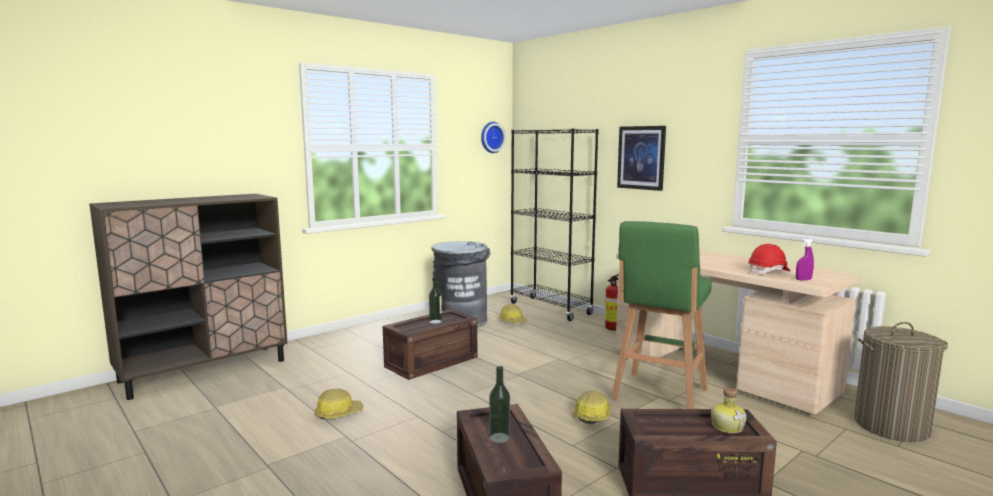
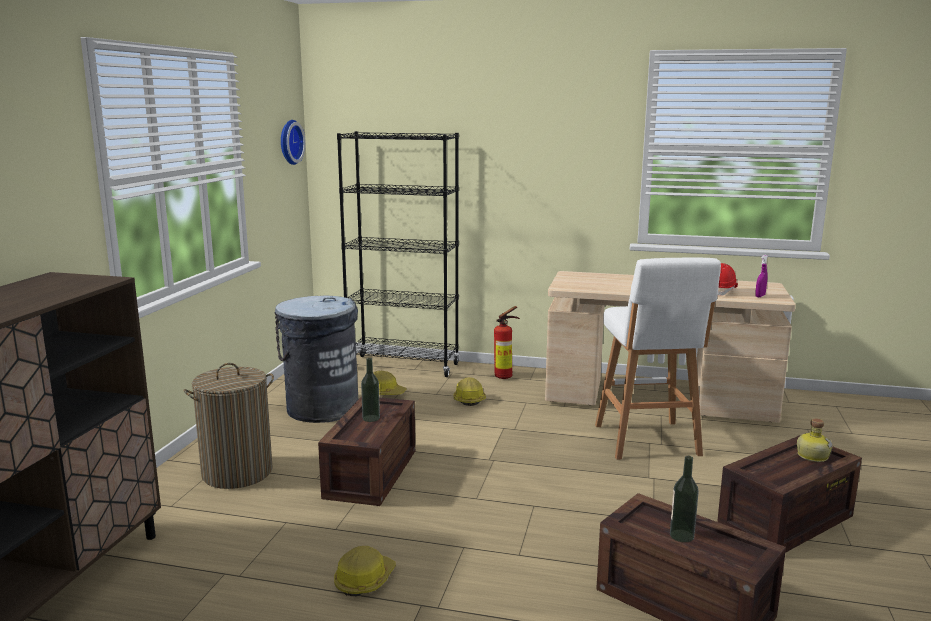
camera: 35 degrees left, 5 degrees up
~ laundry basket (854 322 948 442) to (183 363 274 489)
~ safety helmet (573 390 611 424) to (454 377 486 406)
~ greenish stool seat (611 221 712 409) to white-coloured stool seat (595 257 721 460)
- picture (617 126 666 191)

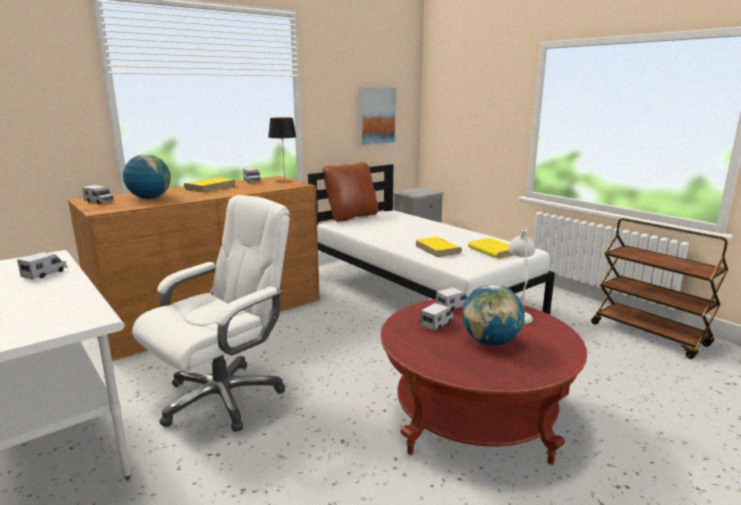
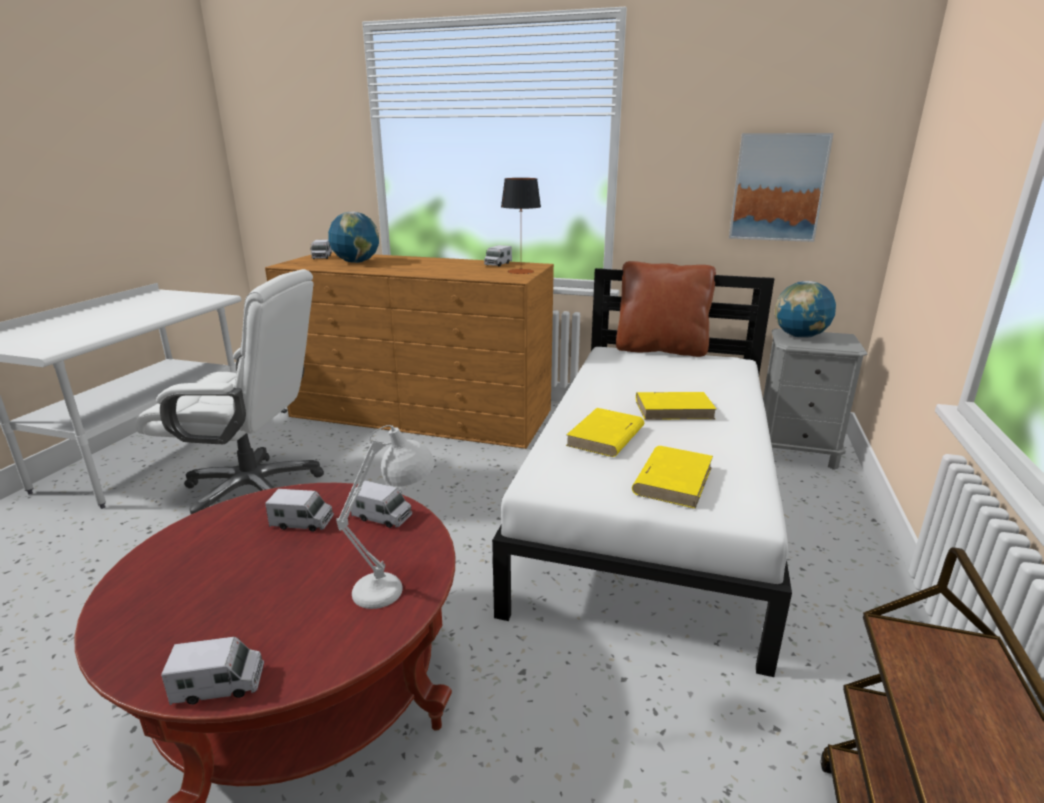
camera: 55 degrees right, 5 degrees up
~ toy lorry (17 252 68 280) to (161 637 264 705)
~ yellowish bound book (184 177 235 193) to (636 392 716 420)
~ desk globe (463 284 525 345) to (775 281 836 338)

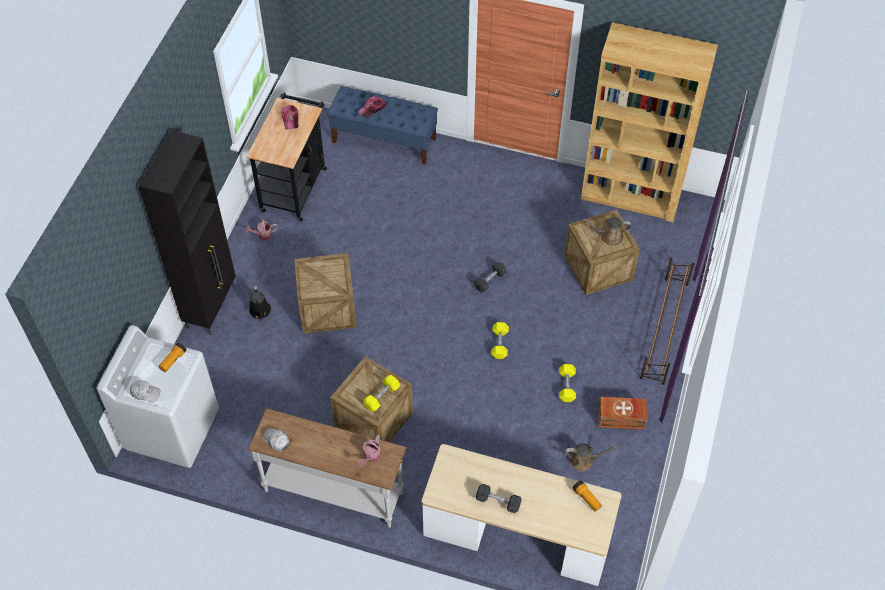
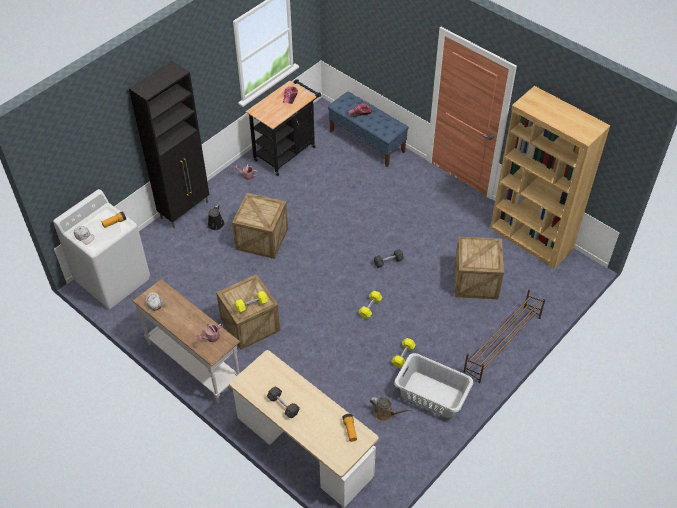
camera: 25 degrees right, 5 degrees down
~ brown storage box (598 397 647 430) to gray laundry basket (394 353 474 418)
- brown watering pot (583 217 631 246)

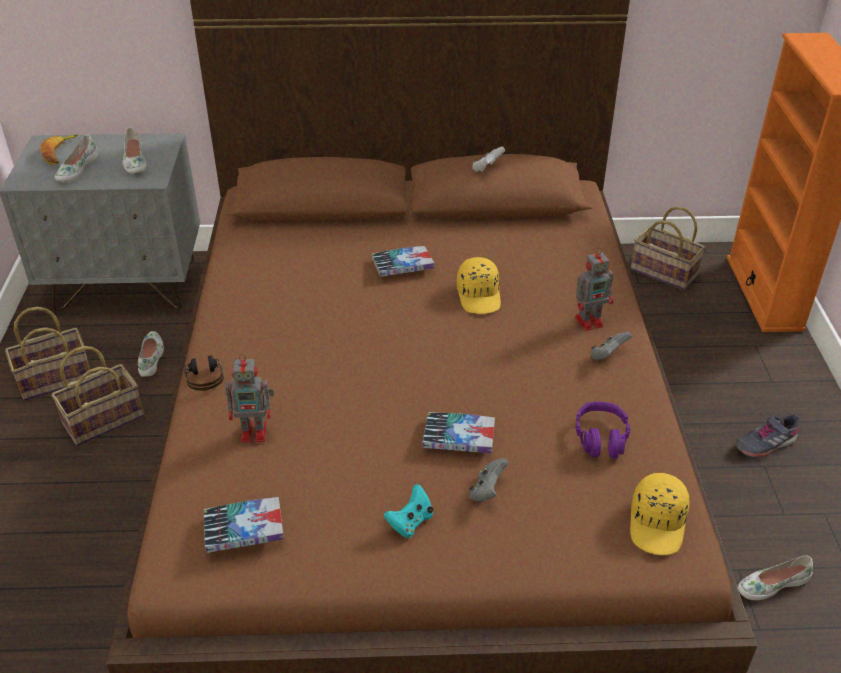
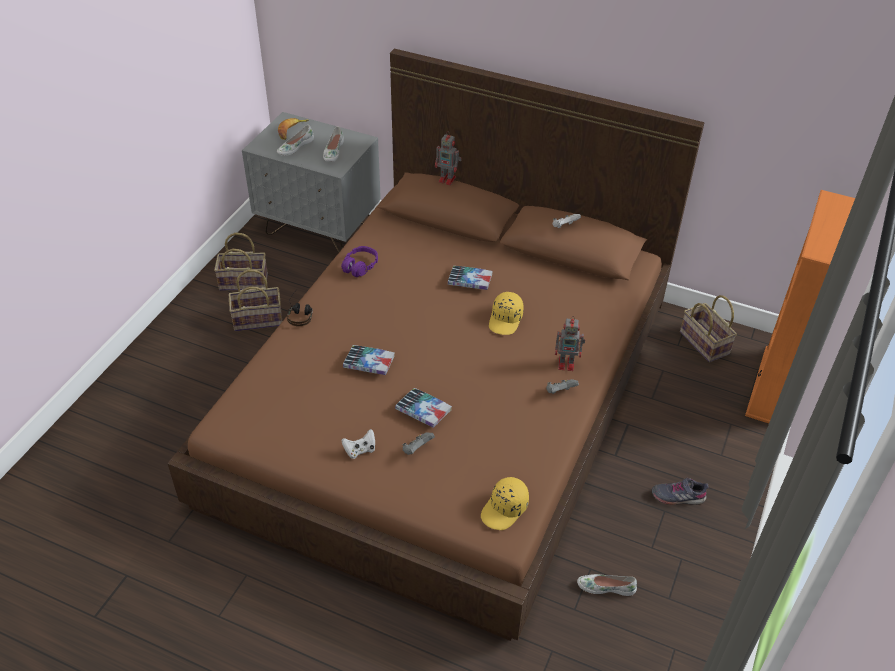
camera: 25 degrees right, 5 degrees up
~ purplish pair of headphones (575 402 630 458) to (341 246 378 277)
~ blue-green game controller (384 484 433 538) to white-coloured game controller (341 429 375 459)
~ bound book (204 497 284 553) to (343 345 395 375)
~ model robot (225 354 274 443) to (435 131 461 185)
- white-coloured low shoe (138 331 164 377)

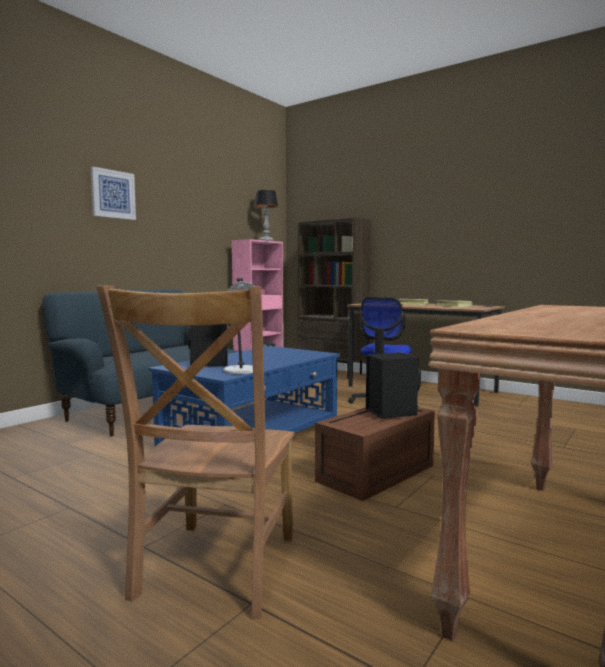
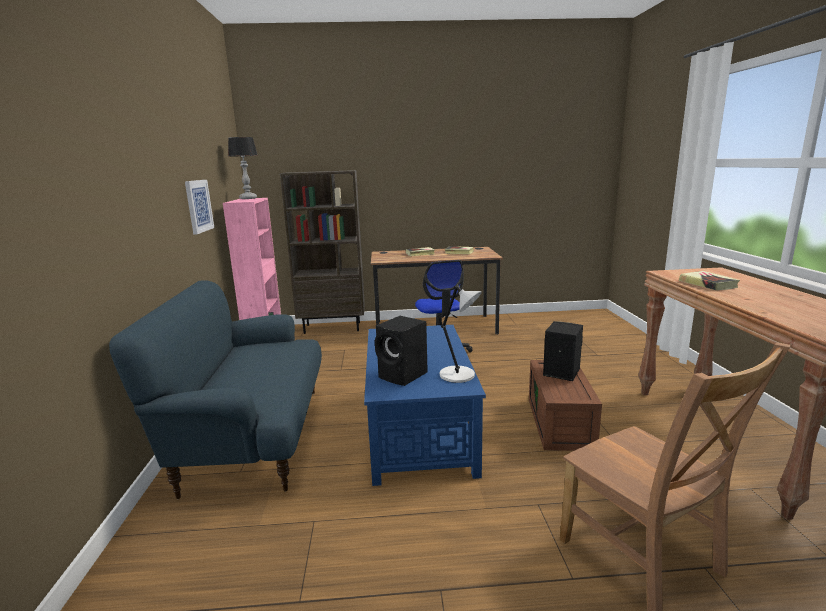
camera: 40 degrees left, 10 degrees up
~ picture (90 166 136 220) to (185 180 214 235)
+ bound book (679 271 740 290)

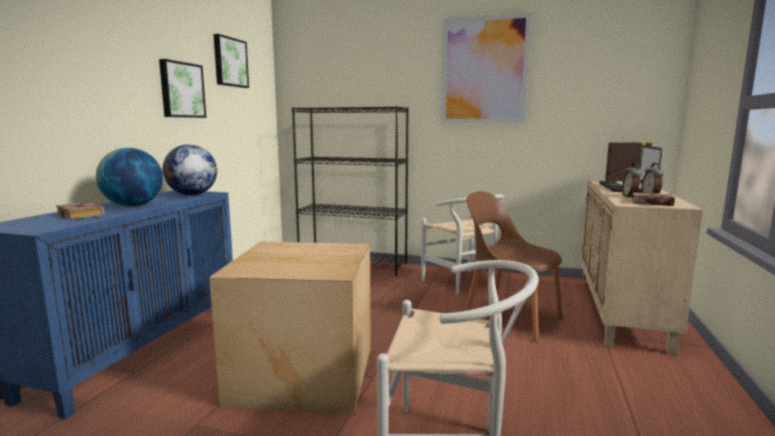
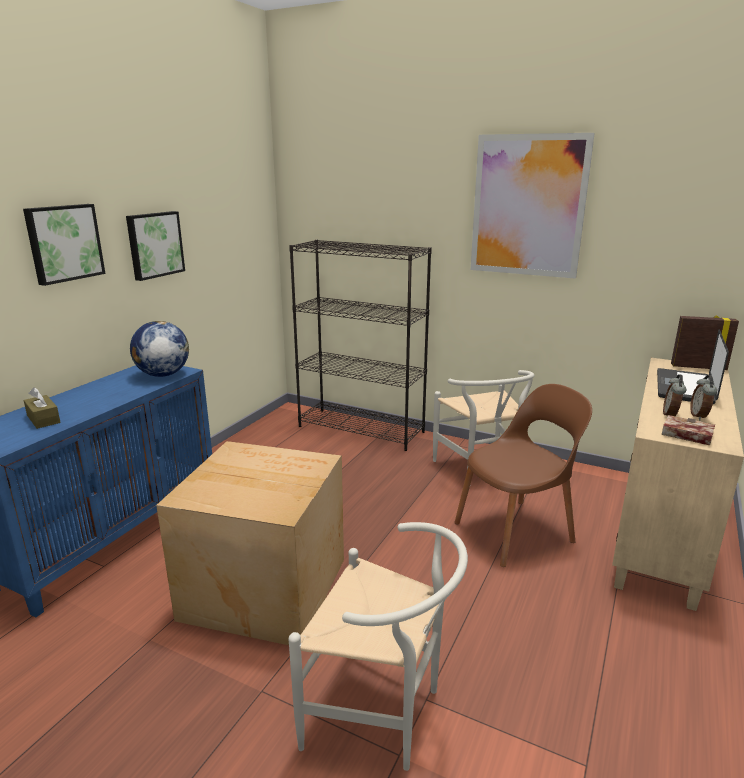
camera: 10 degrees right, 10 degrees up
~ picture (214 34 249 88) to (23 204 105 286)
~ bound book (56 202 104 220) to brown tissue holder (24 387 60 429)
~ brown chair (465 191 563 342) = (454 384 592 567) 105 degrees clockwise
- desk globe (96 148 163 207)

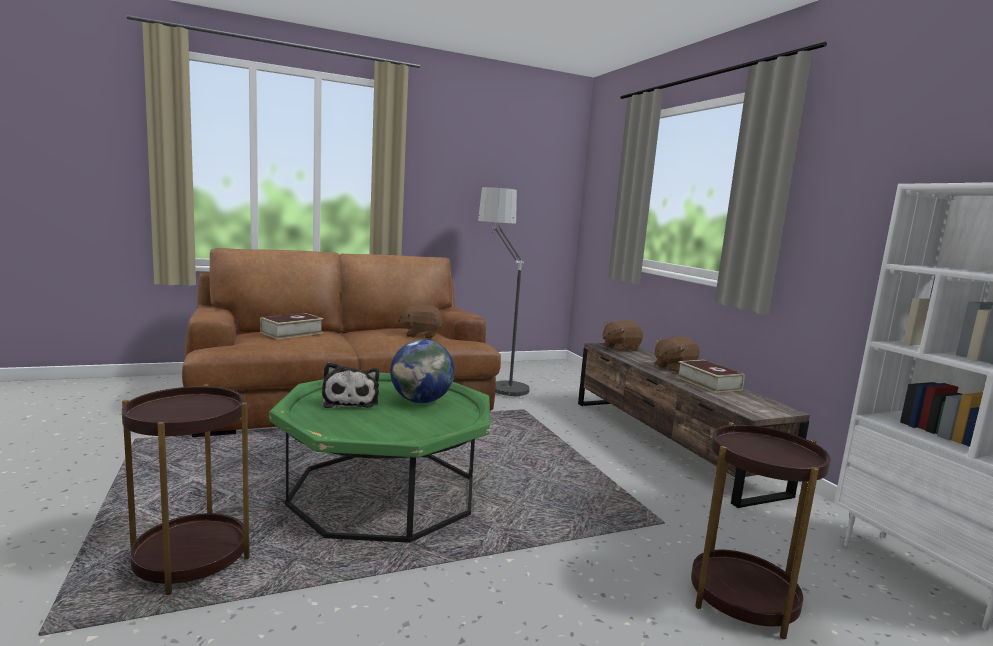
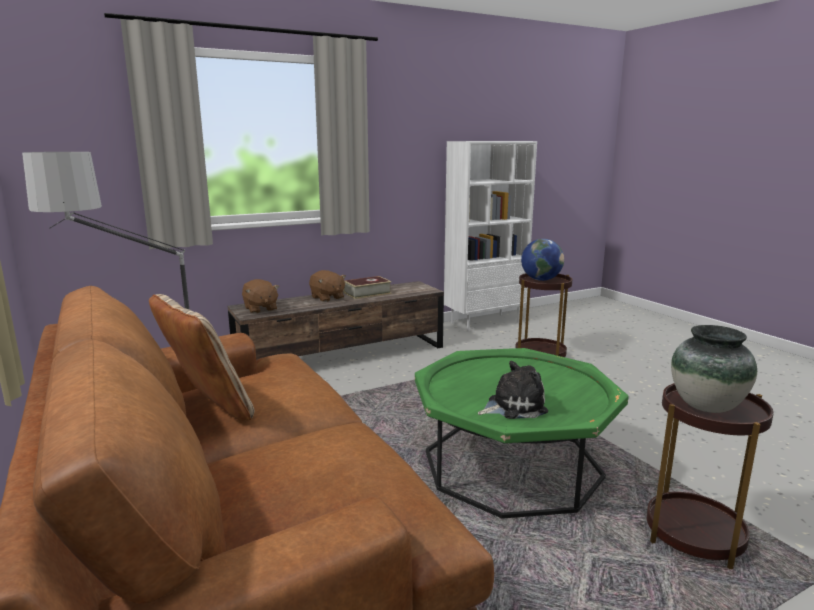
camera: 95 degrees left, 5 degrees up
+ beige throw pillow (149 294 254 421)
~ desk globe (390 339 455 403) to (521 239 564 281)
+ flower vase (671 325 757 413)
- bound book (260 313 323 339)
- brown plush toy (398 305 444 339)

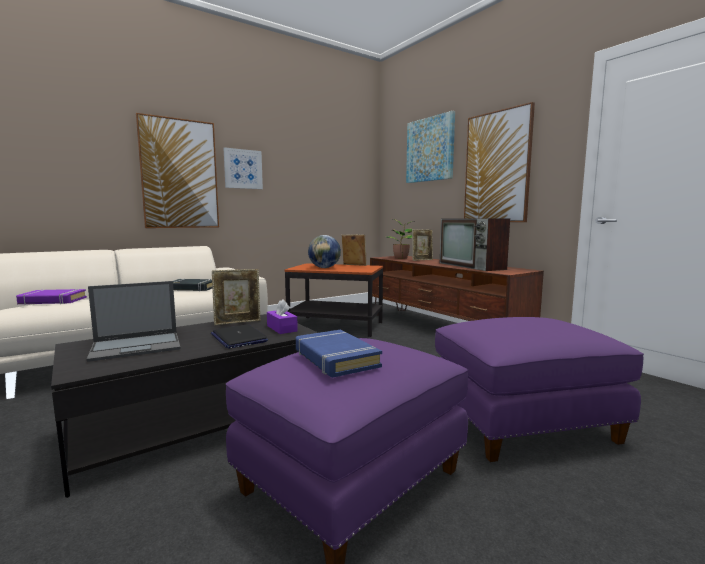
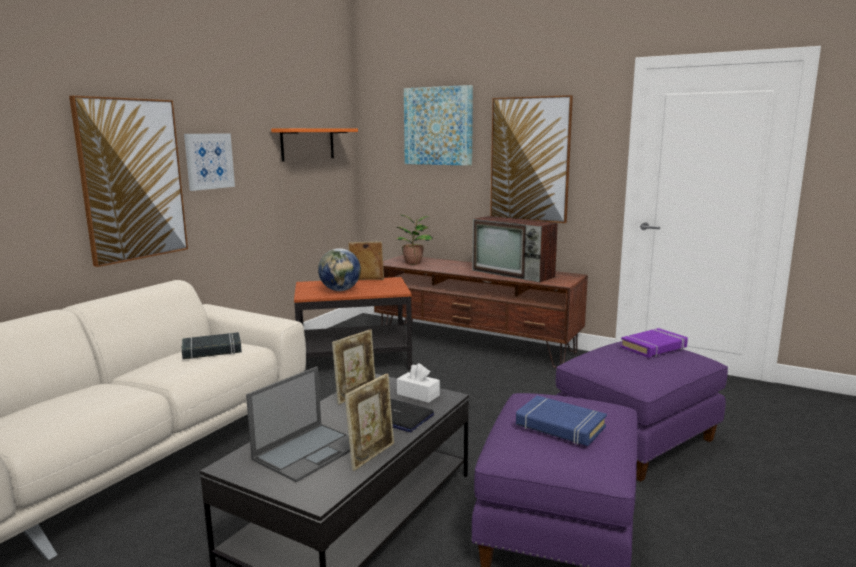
camera: 25 degrees left, 5 degrees up
+ orange bracket shelf (271 128 358 162)
~ picture frame (412 229 433 261) to (345 373 394 471)
~ purplish tissue holder (267 299 298 334) to white-coloured tissue holder (397 363 440 403)
~ purplish bound book (16 289 87 305) to (621 328 688 358)

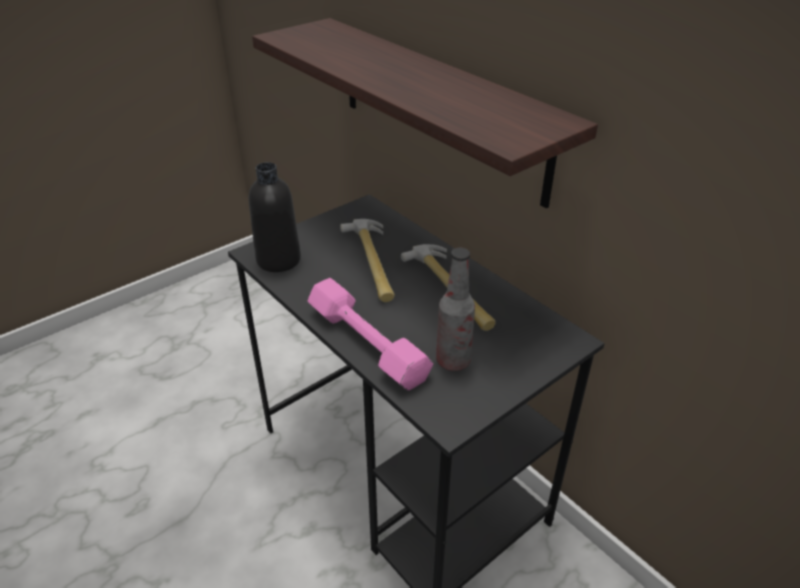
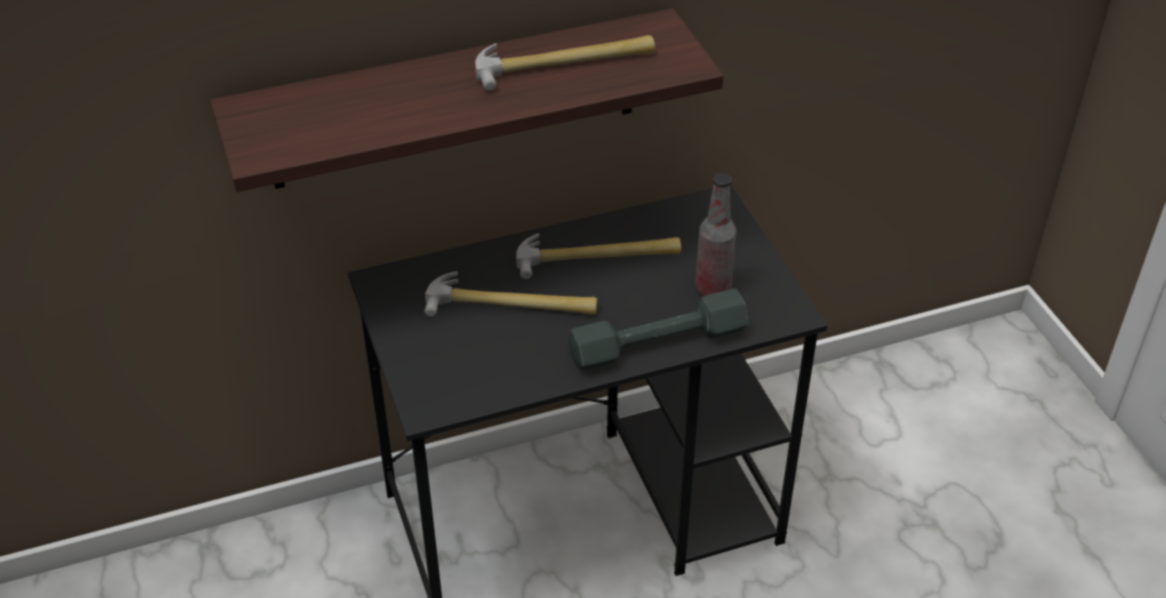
camera: 70 degrees left, 5 degrees up
+ hammer (475 35 655 90)
~ pink-coloured hand weight (308 278 433 391) to gray hand weight (568 288 749 370)
- black bottle (249 162 301 272)

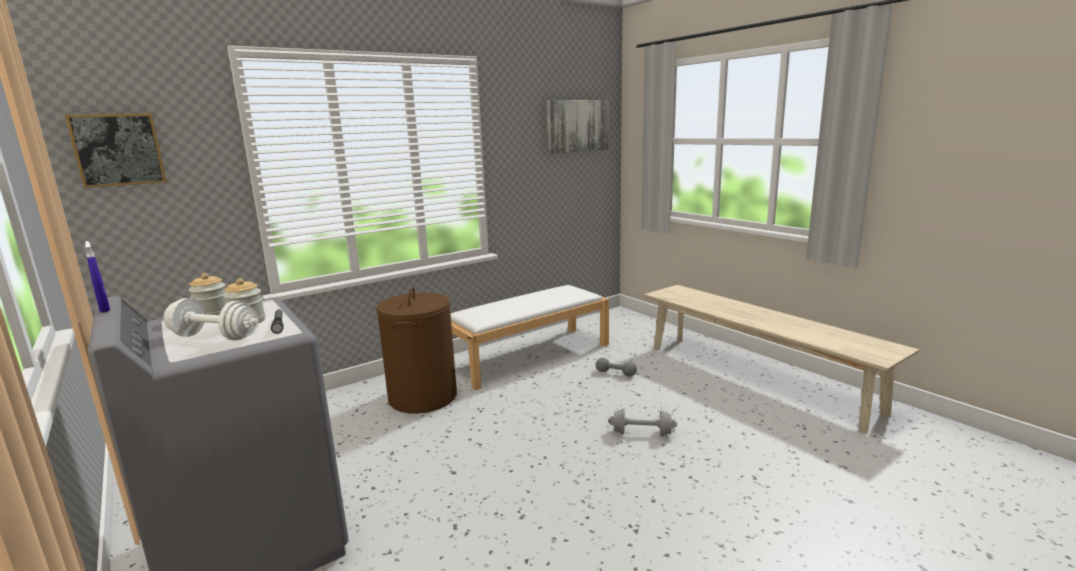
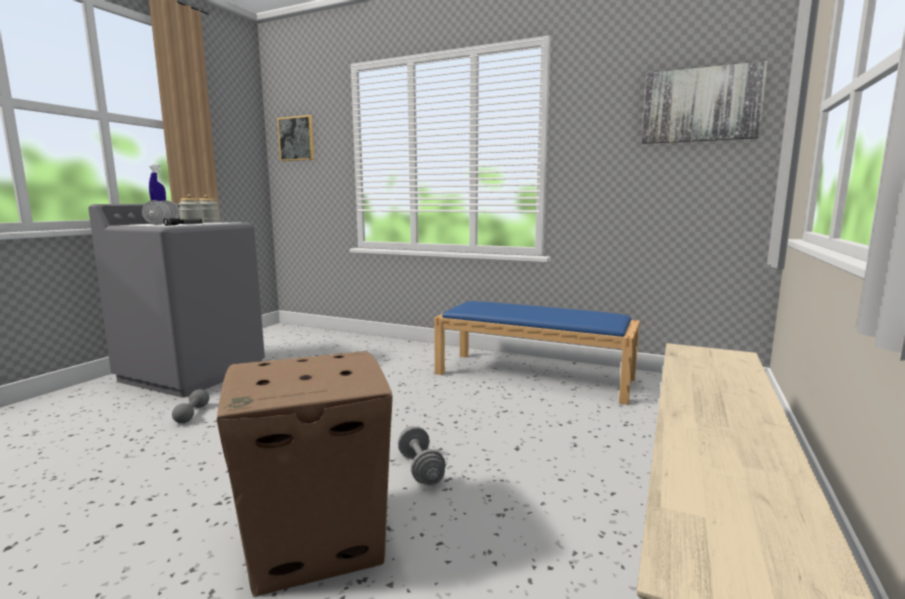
camera: 60 degrees right, 5 degrees down
~ gray hand weight (596 358 637 377) to (172 389 209 423)
+ cardboard box (217 351 393 597)
~ white-coloured long seat (451 285 609 390) to bluish long seat (434 301 640 405)
- brown laundry basket (376 287 457 414)

